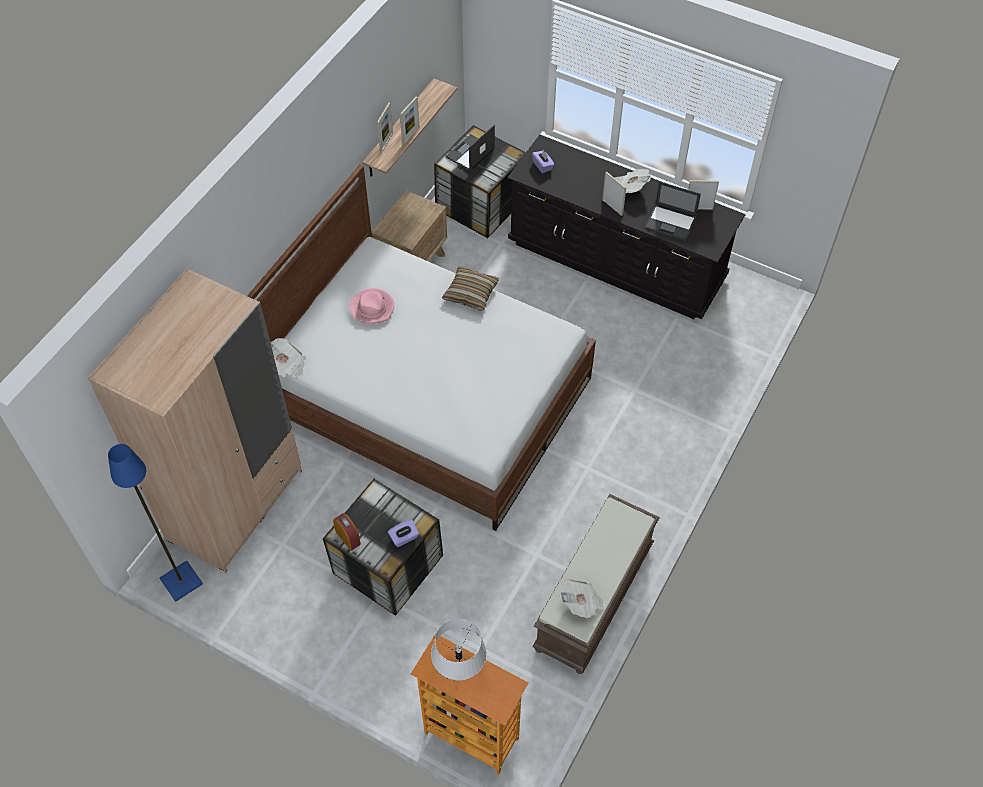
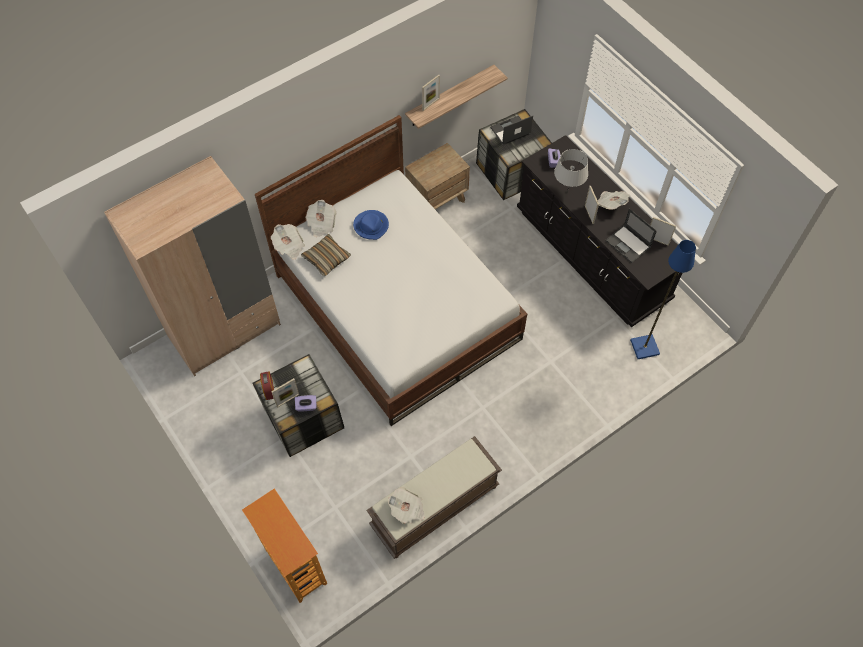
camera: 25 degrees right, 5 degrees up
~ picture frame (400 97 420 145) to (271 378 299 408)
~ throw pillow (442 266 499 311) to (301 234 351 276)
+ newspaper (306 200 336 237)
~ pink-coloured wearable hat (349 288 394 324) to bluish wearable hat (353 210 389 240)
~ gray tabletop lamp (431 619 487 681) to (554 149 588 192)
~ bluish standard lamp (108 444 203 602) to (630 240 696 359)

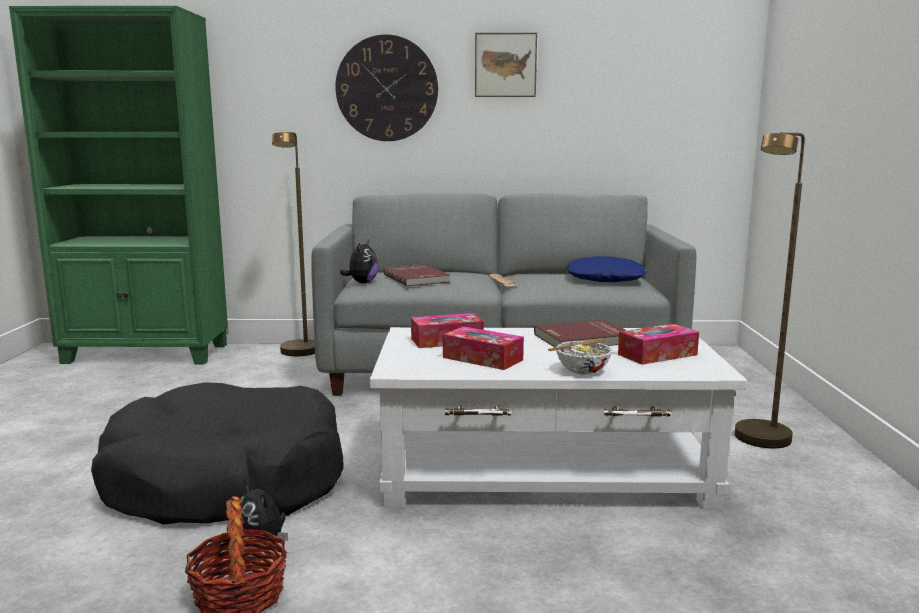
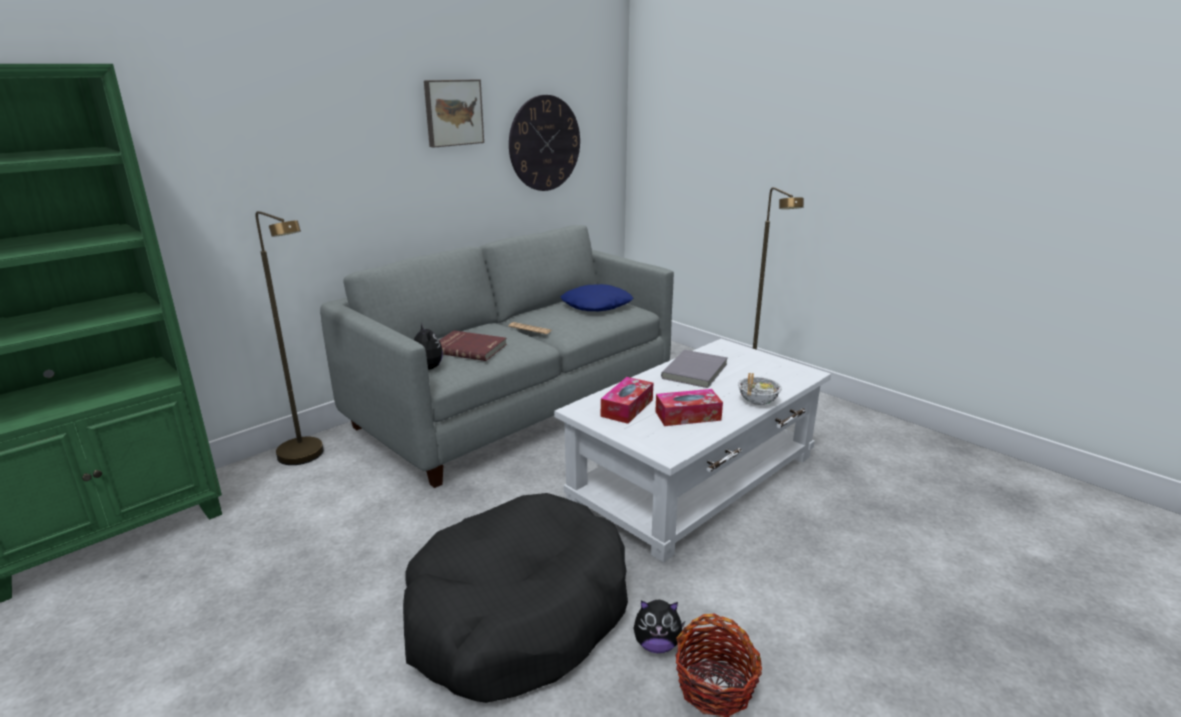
camera: 45 degrees left, 10 degrees up
~ wall clock (335 34 438 141) to (509 95 580 191)
~ reddish bound book (534 320 626 347) to gray bound book (661 350 728 388)
- tissue holder (618 324 699 365)

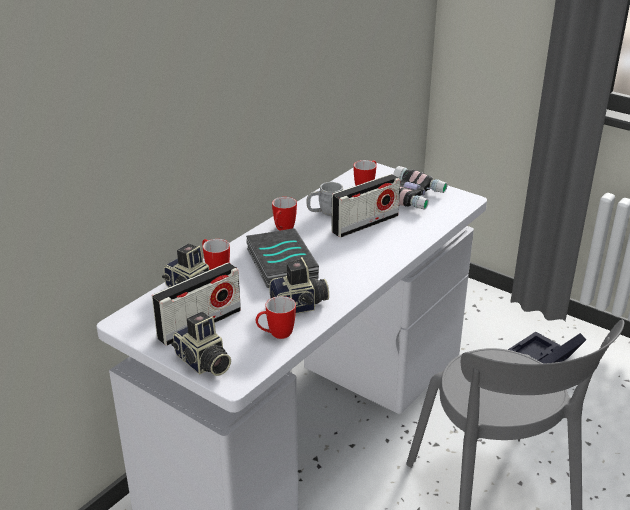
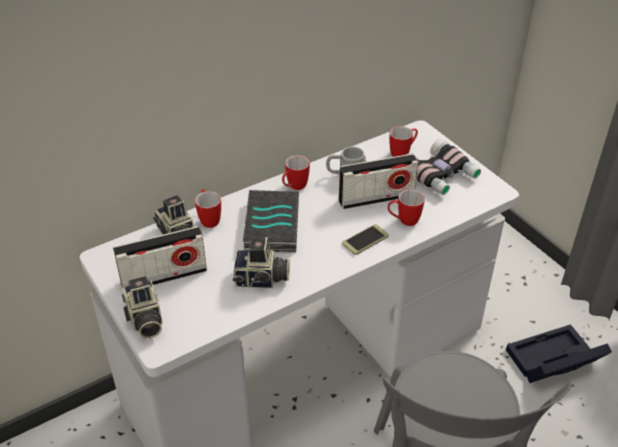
camera: 20 degrees right, 10 degrees up
+ telephone (342 224 389 255)
~ coffee mug (256 296 296 339) to (388 190 425 226)

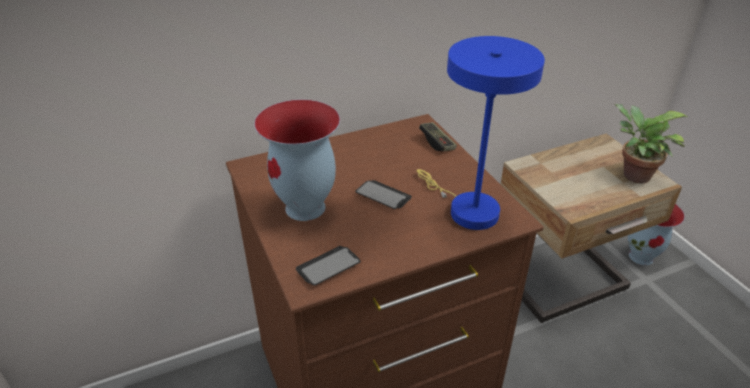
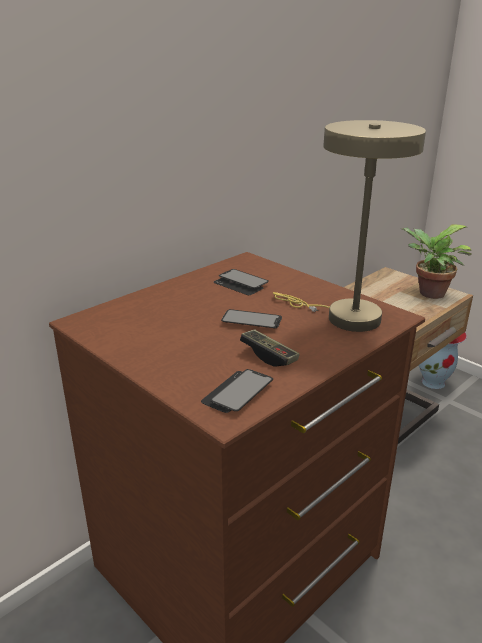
camera: 20 degrees left, 10 degrees down
+ telephone (213 269 269 295)
~ game controller (419 122 457 152) to (240 329 300 367)
~ bluish tabletop lamp (417 36 545 230) to beige tabletop lamp (273 120 426 332)
- flower vase (254 99 340 221)

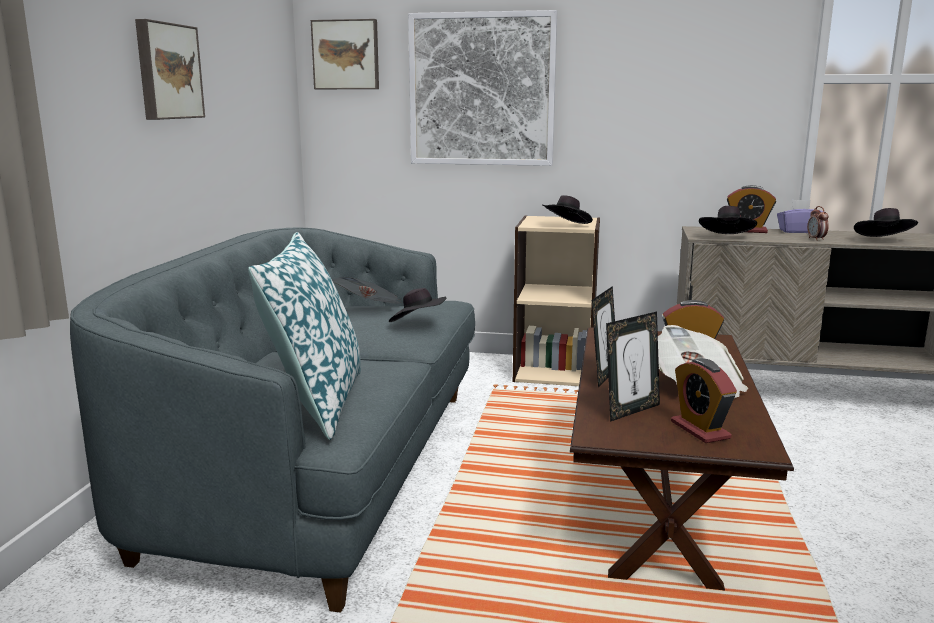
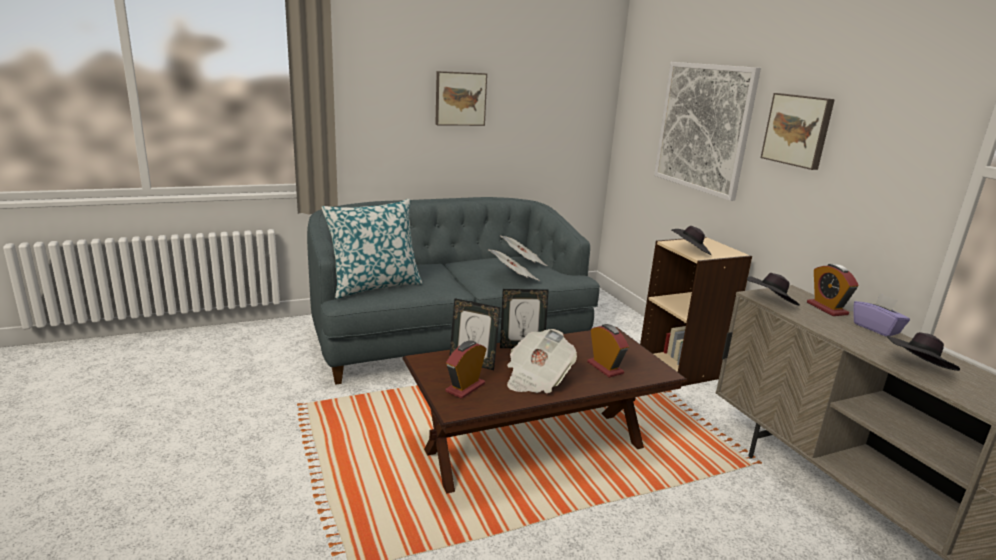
camera: 55 degrees right, 5 degrees up
~ black wearable hat (389 288 447 322) to newspaper (489 250 539 280)
~ picture (311 19 379 89) to (761 93 835 170)
- table clock (807 206 829 241)

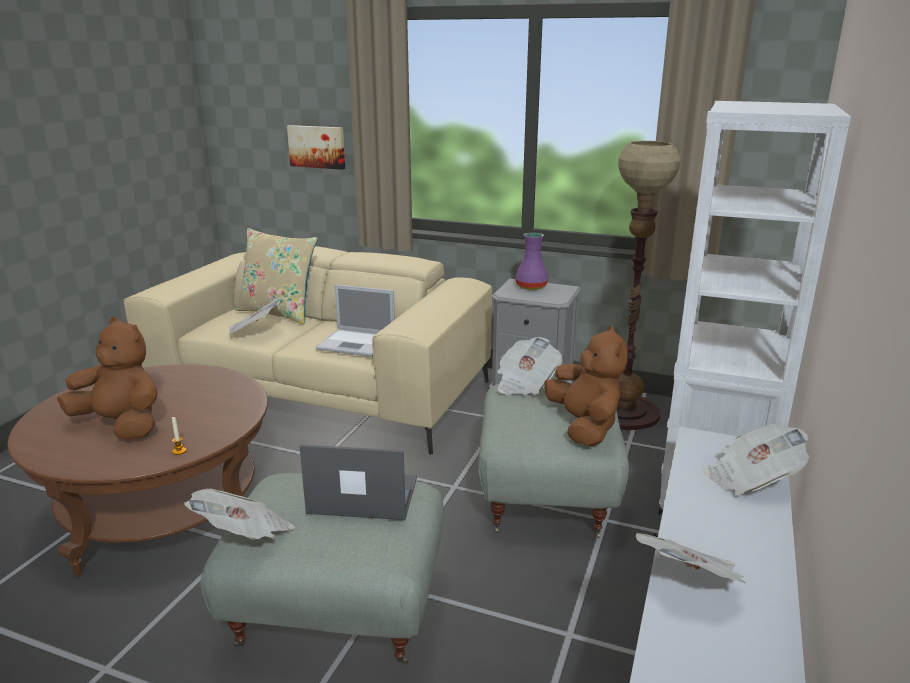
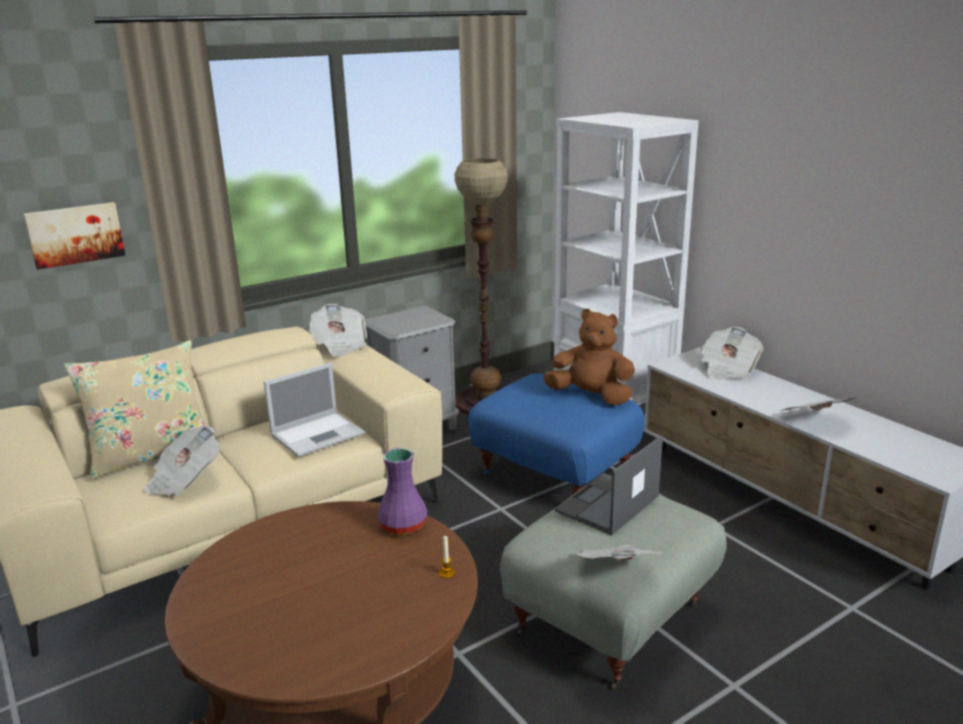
camera: 55 degrees left, 0 degrees up
~ newspaper (497 337 562 395) to (309 304 367 357)
~ purplish flower vase (515 233 548 290) to (377 448 427 535)
~ gray footrest (478 383 629 538) to bluish footrest (468 373 645 494)
- brown plush toy (57 317 158 440)

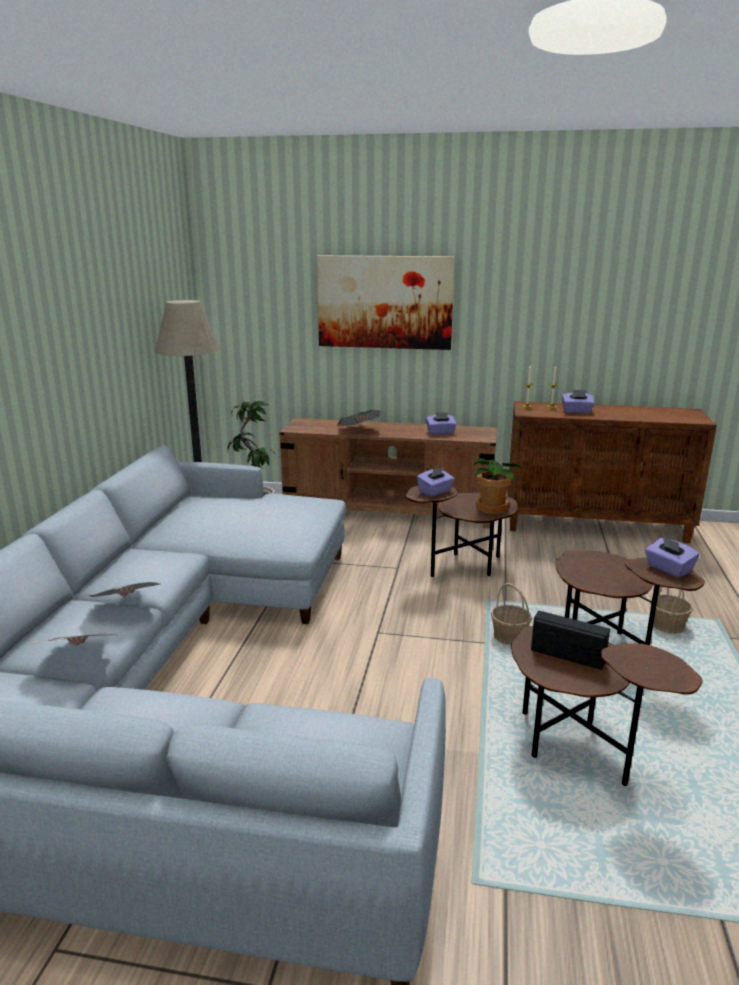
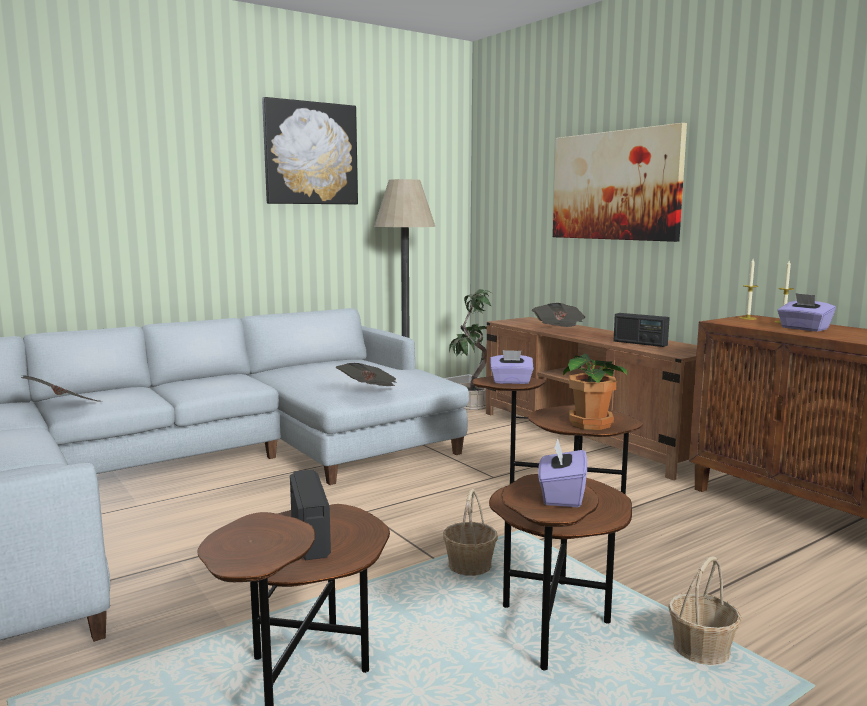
camera: 45 degrees right, 10 degrees down
+ picture (262 97 358 204)
~ newspaper (88 582 160 597) to (335 363 398 386)
~ purplish tissue holder (426 412 457 435) to radio receiver (614 313 670 347)

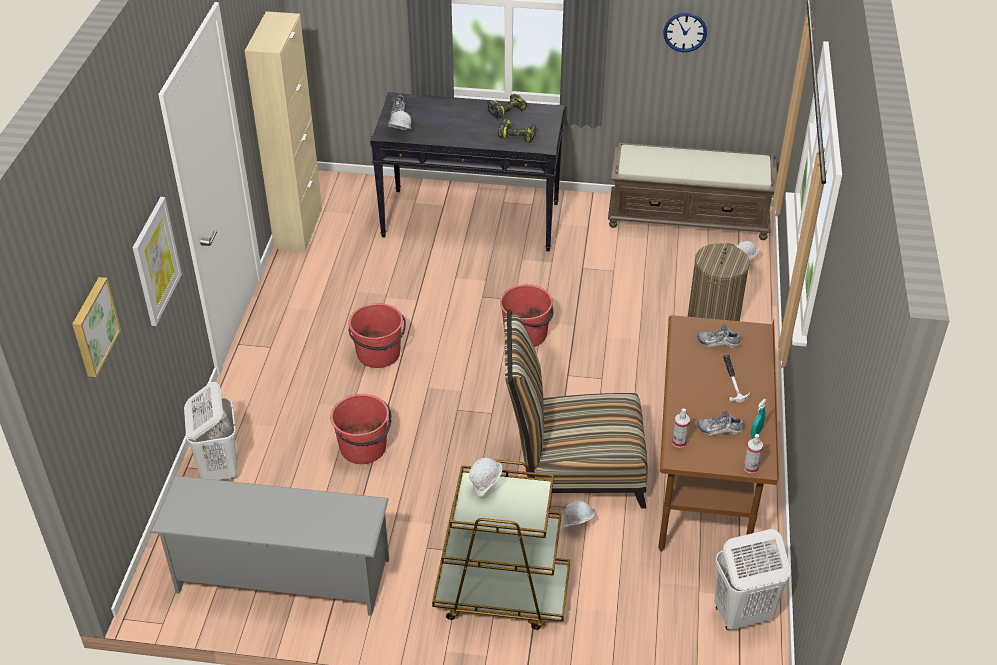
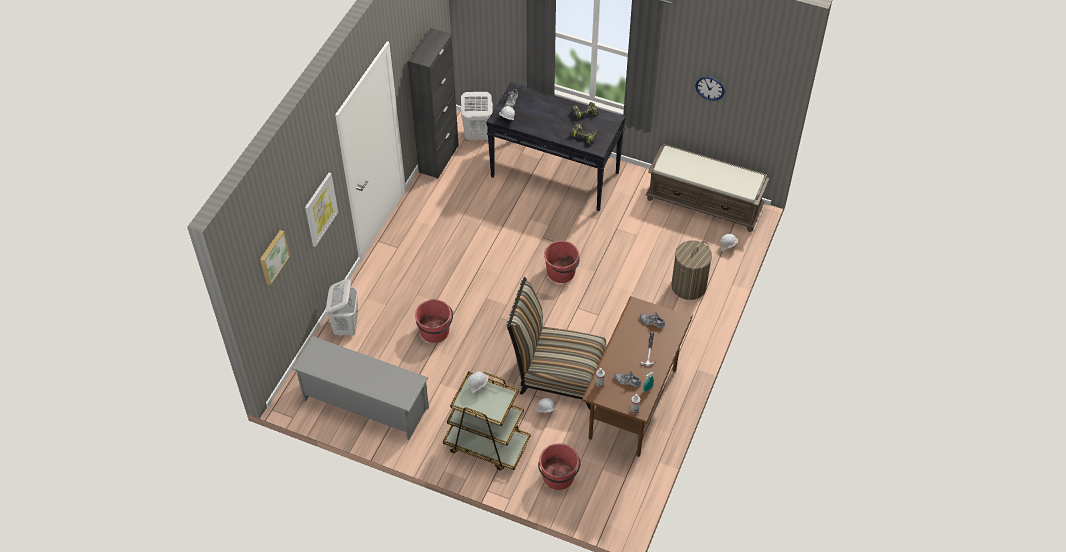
camera: 15 degrees right, 10 degrees up
~ beige storage cabinet (245 11 322 252) to black storage cabinet (408 28 459 179)
~ white-coloured laundry basket (714 529 791 630) to (461 92 493 141)
~ reddish water bucket (348 303 406 368) to (538 443 581 490)

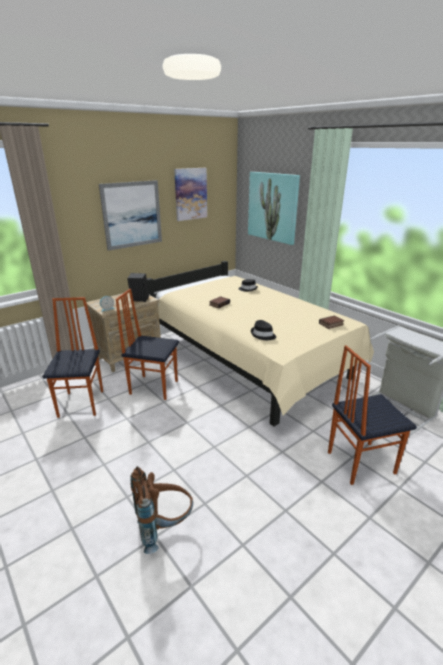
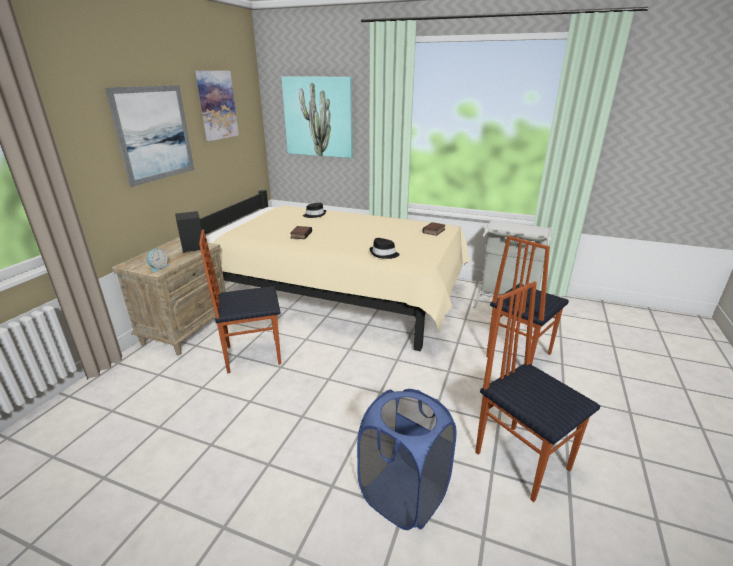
camera: 30 degrees left, 0 degrees up
~ brown knapsack (131 466 193 554) to bluish laundry basket (357 389 457 530)
~ chair (42 297 103 418) to (475 281 600 502)

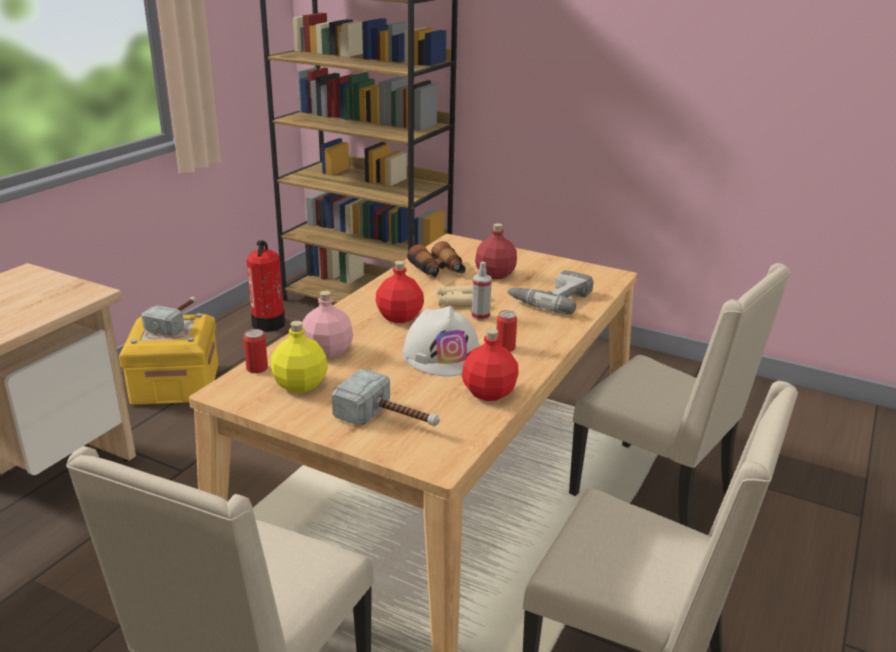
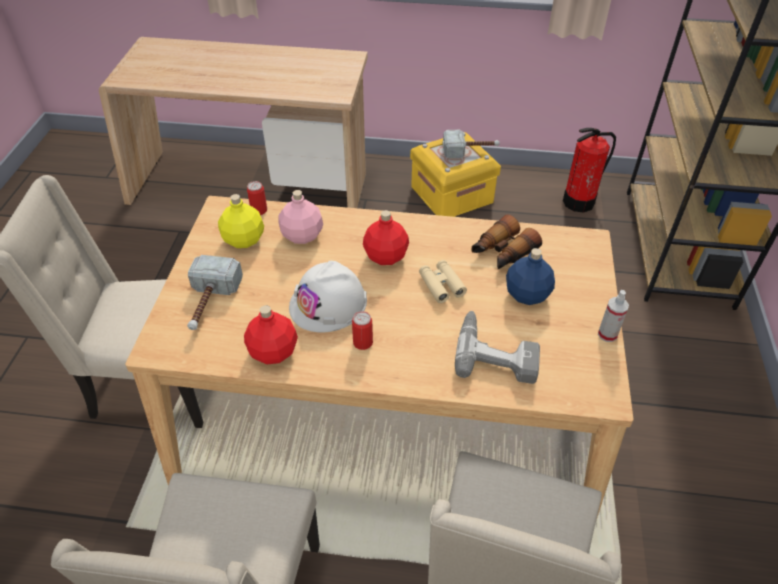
camera: 70 degrees right, 20 degrees up
~ reddish bottle (475 223 517 279) to bluish bottle (506 248 555 305)
~ spray bottle (472 262 492 321) to (598 290 629 342)

